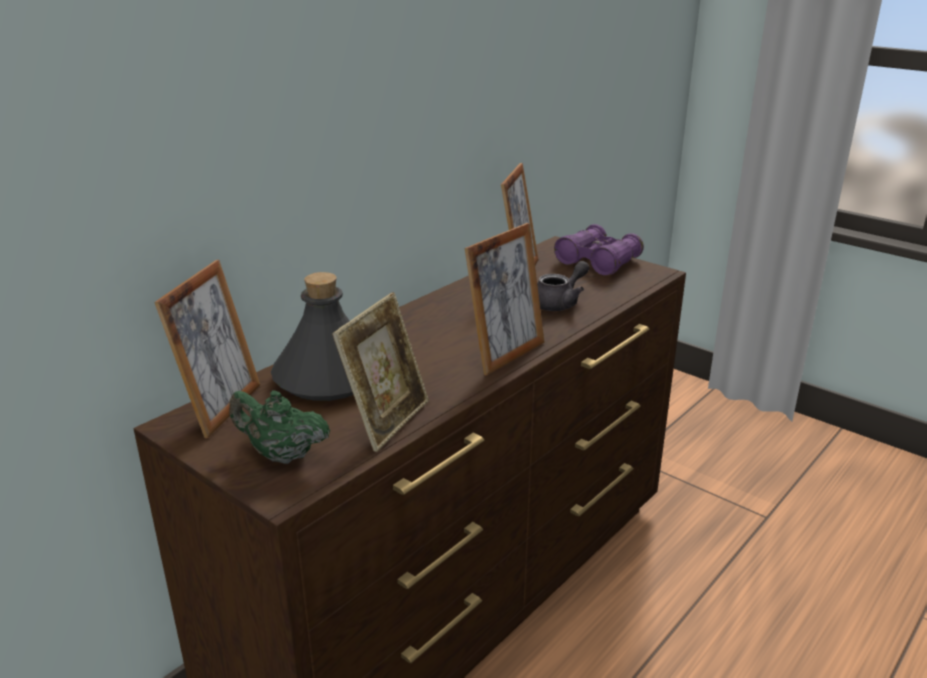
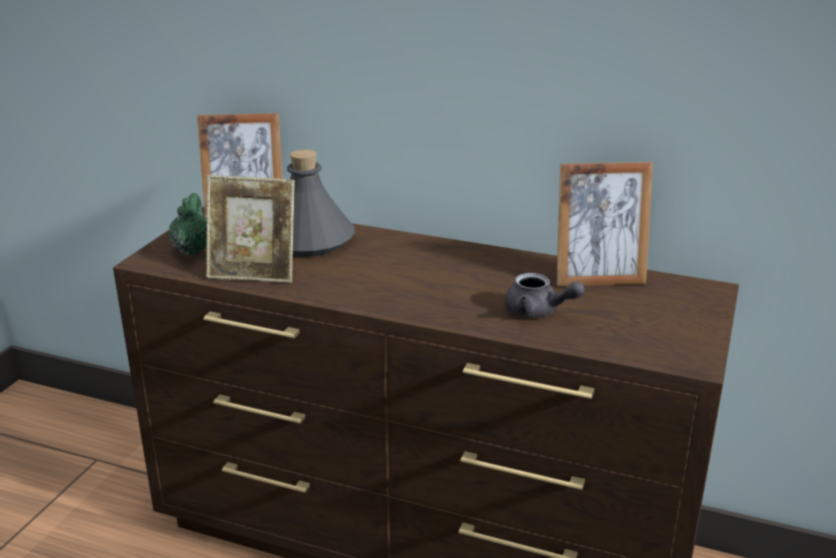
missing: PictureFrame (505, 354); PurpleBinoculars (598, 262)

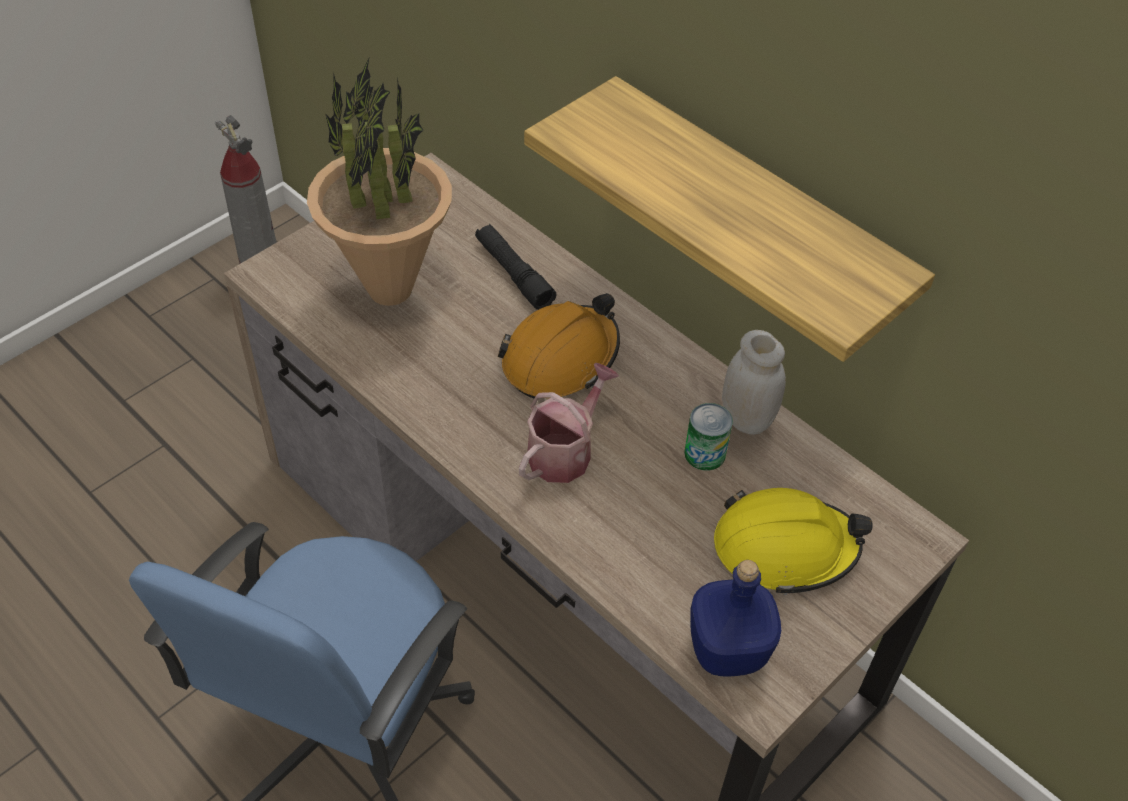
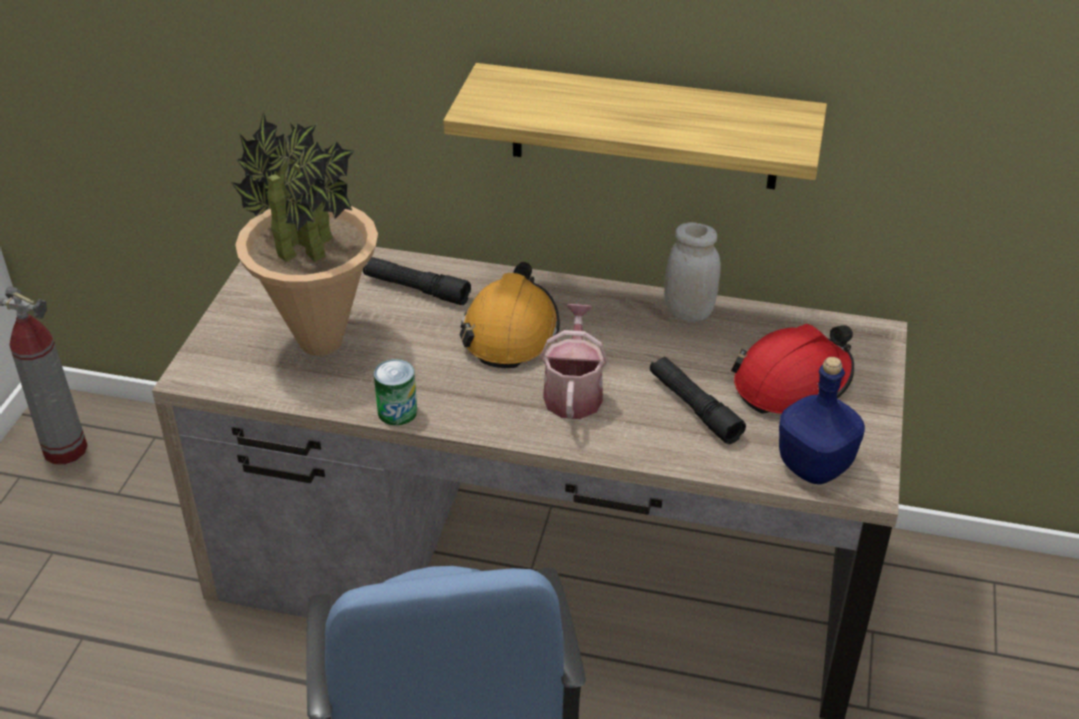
appeared: BlackFlashlight (694, 407)
relocated: Can (704, 453) to (397, 412)
colour: YellowHardHat (784, 548) to RedHardHat (792, 383)

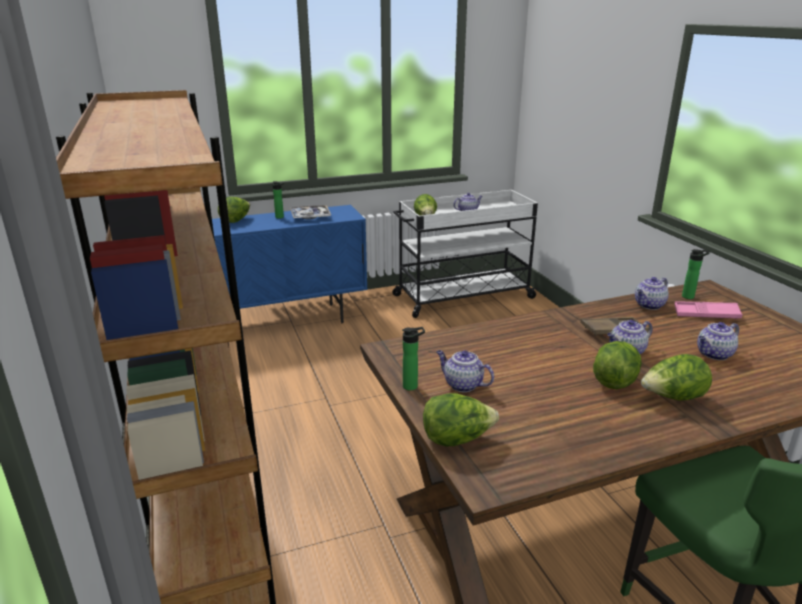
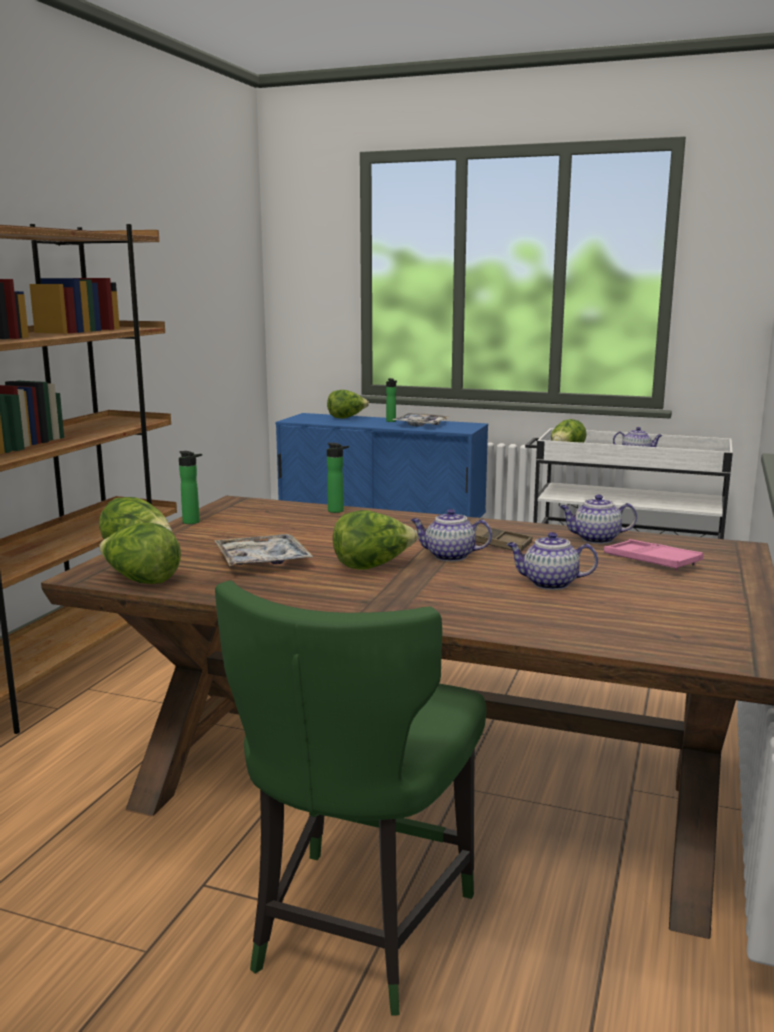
missing: Teapot (462, 385)
appeared: Tray (262, 560)
relocated: Bottle (689, 296) to (338, 511); Lettuce (672, 398) to (141, 581)

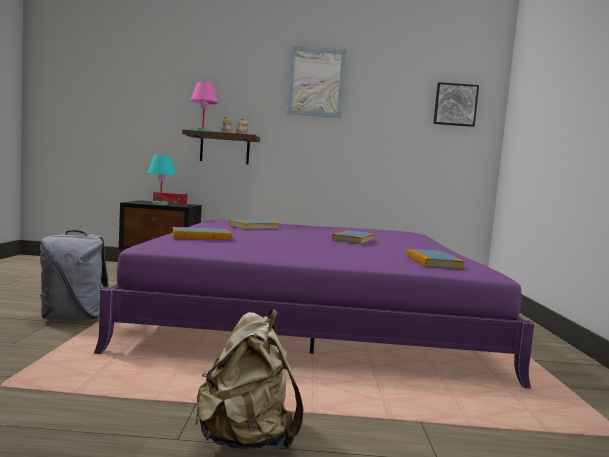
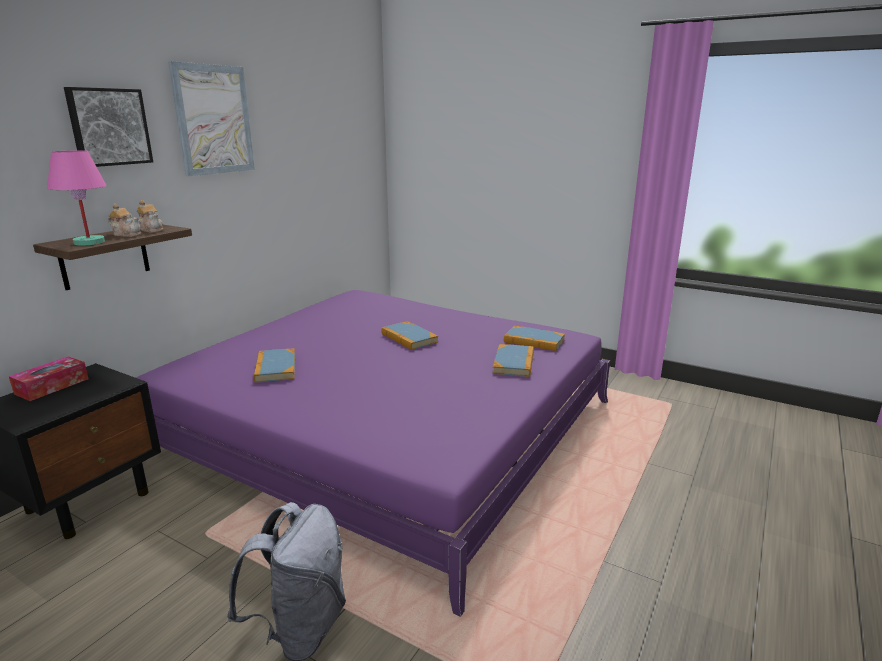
missing: TurquoiseTableLamp (160, 204); BeigeBackpack (247, 439)
relocated: Picture (455, 105) to (109, 127); Book (201, 237) to (514, 363)

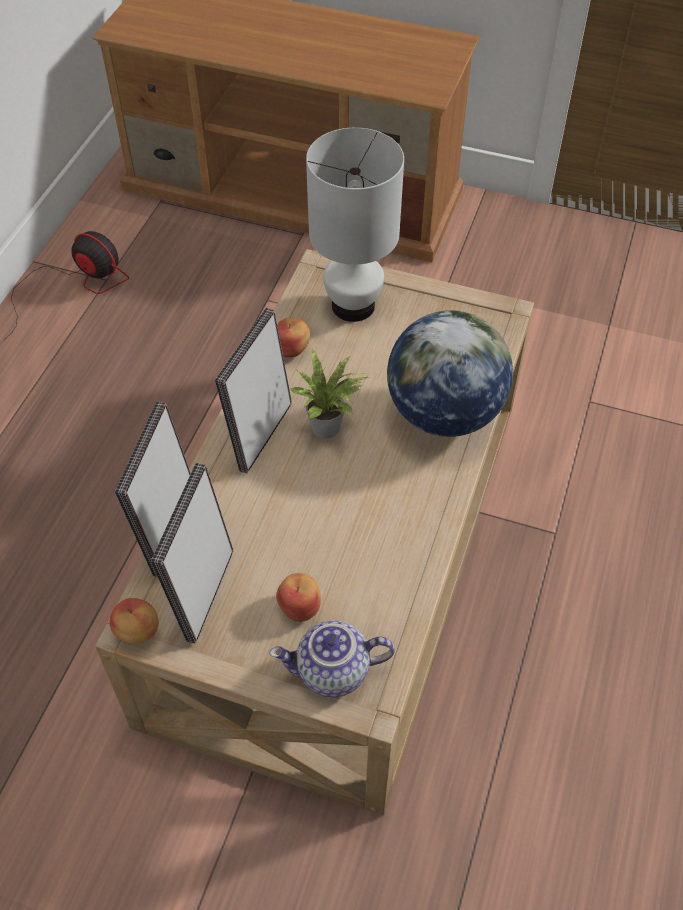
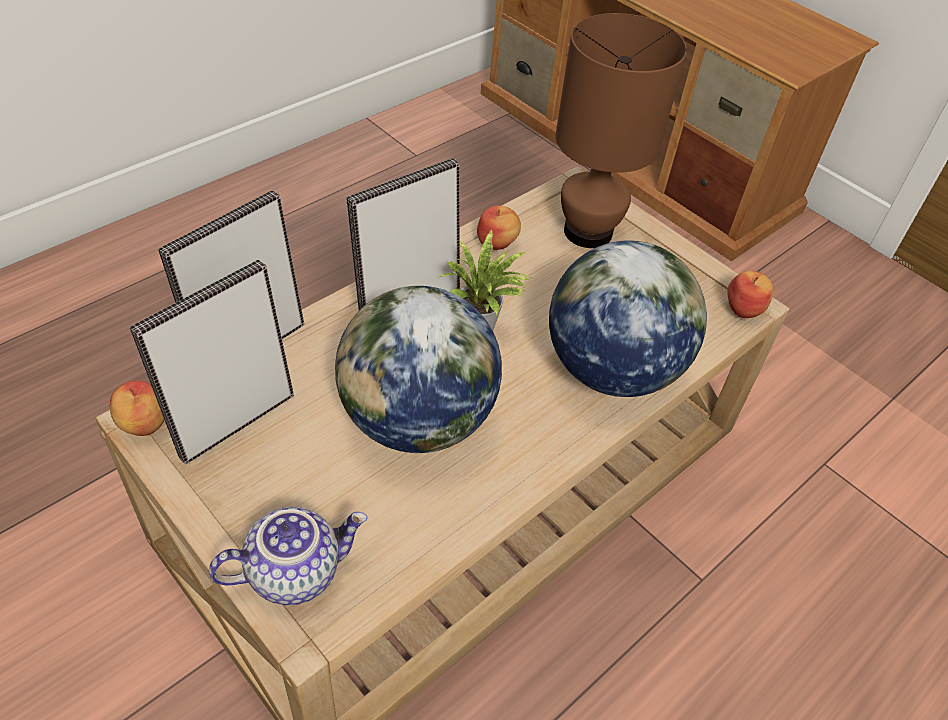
missing: Fan (75, 285)
appeared: Globe (417, 421)
relocated: Apple (300, 606) to (744, 308)
colour: WhiteTableLamp (354, 306) to BrownTableLamp (589, 232)
spun: Teapot (332, 672) = (294, 570) 135 degrees clockwise

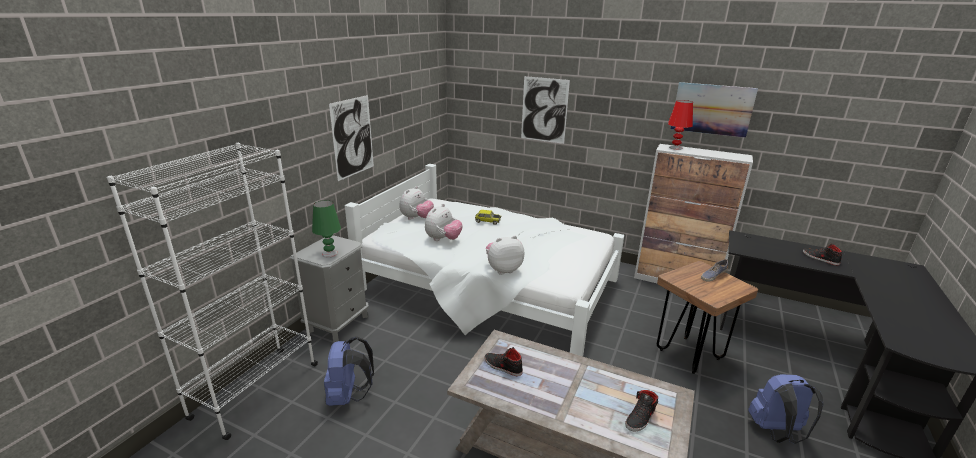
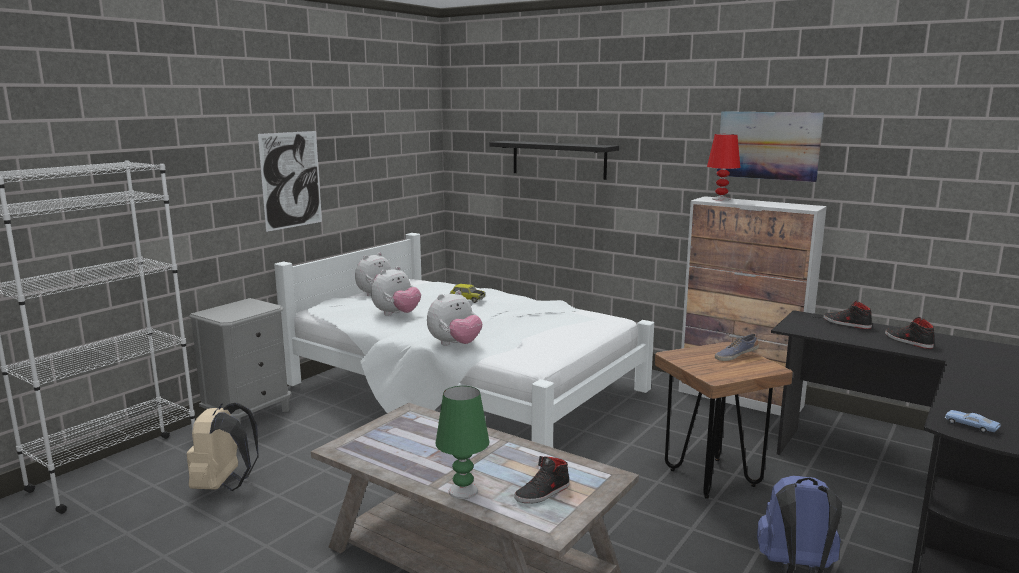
appeared: BlueToyCar (970, 426)
relocated: GreenTableLamp (330, 253) to (463, 490); BlackShoe (502, 366) to (846, 324)
exchanged: Picture (544, 110) to BlackShelf (558, 159)
colour: BlueBackpack (349, 396) to BeigeBackpack (224, 485)
spun: PlushToy (503, 269) = (455, 344) 150 degrees clockwise

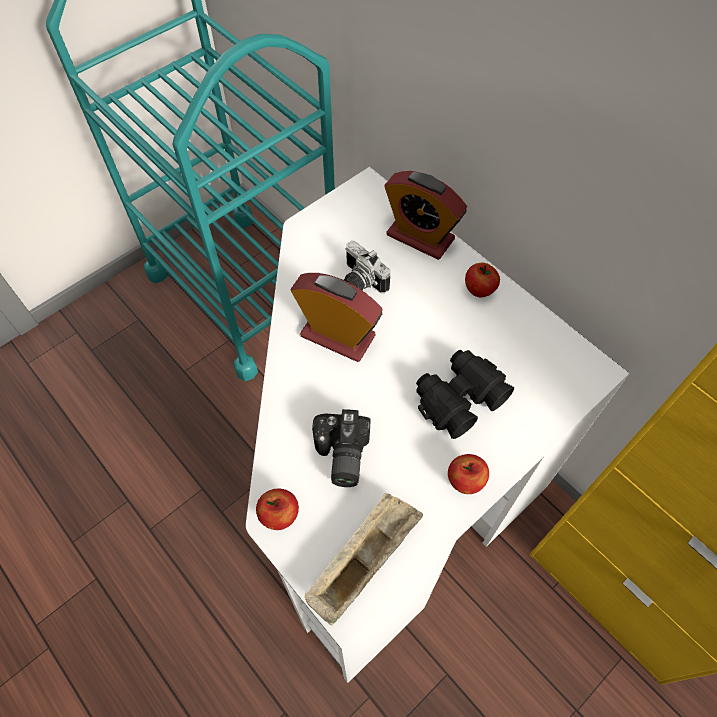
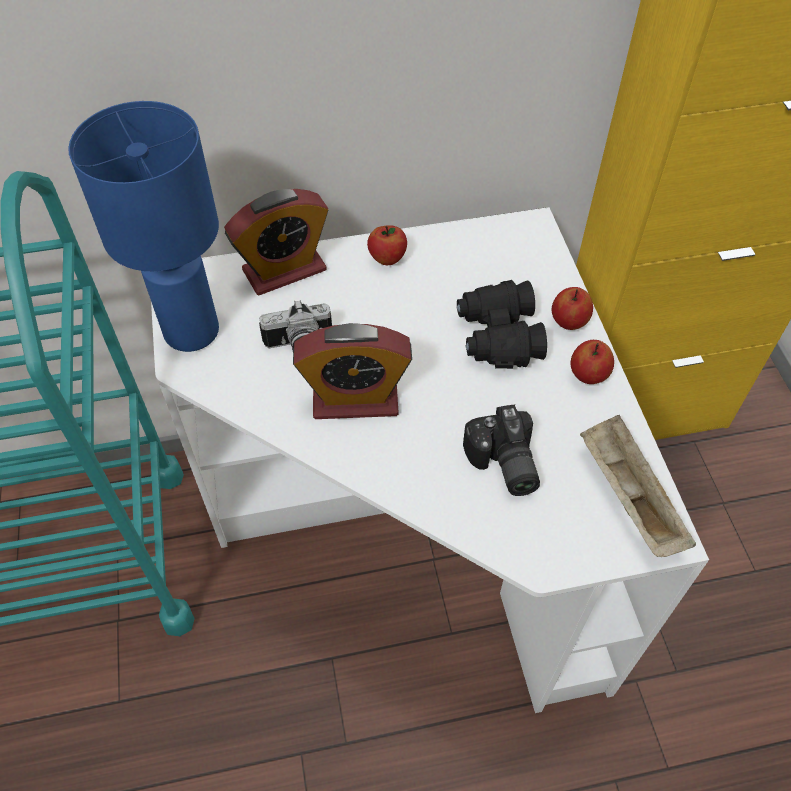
appeared: BlueTableLamp (193, 332)
relocated: Apple (279, 515) to (568, 322)
spun: AlarmClock (337, 336) = (355, 399) 150 degrees counterclockwise; PhotoCamera (340, 456) = (502, 465) 45 degrees clockwise

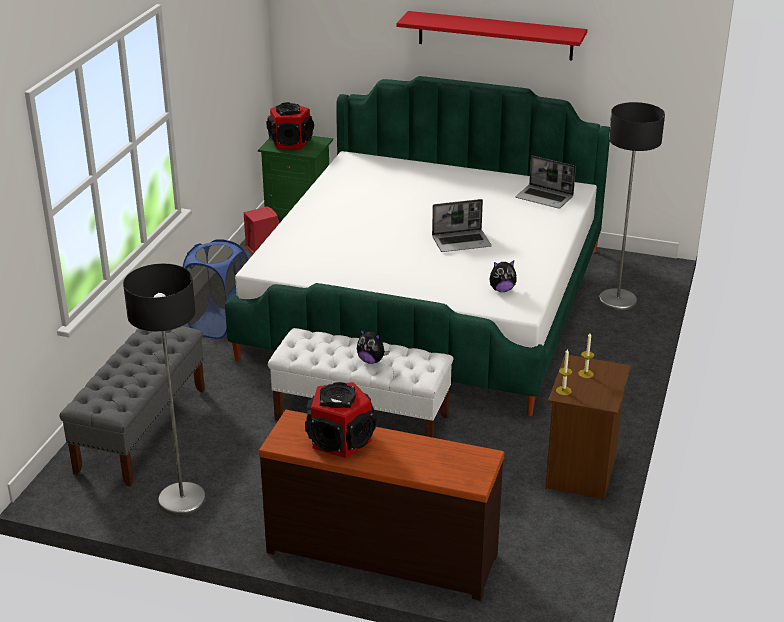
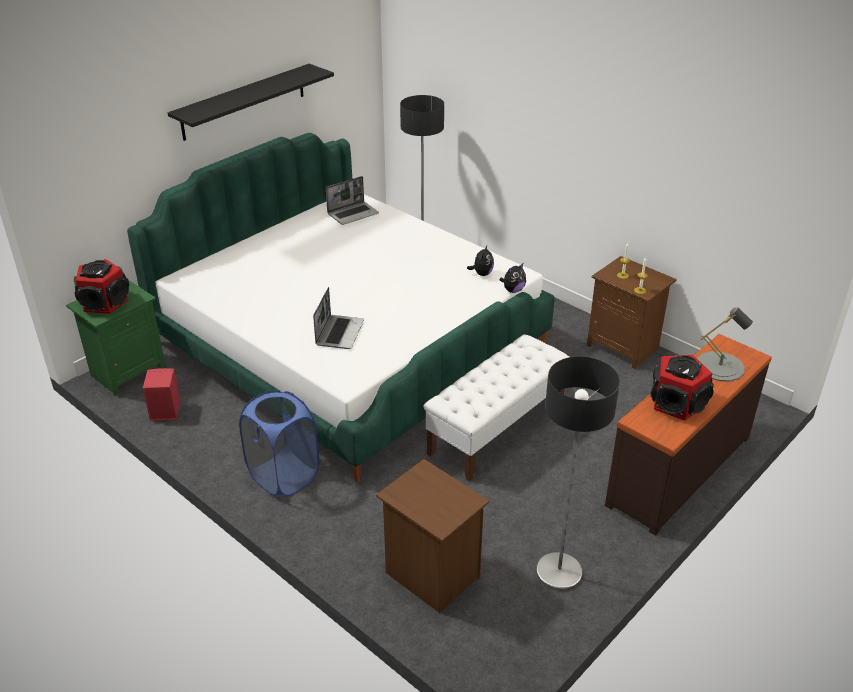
appeared: GreyTableLamp (720, 366)
relocated: Laptop (462, 242) to (339, 332); PlushToy (371, 361) to (513, 290)
exchanged: GreyBench (142, 429) to BrownNightstand (430, 576)
colour: RedShelf (495, 35) to BlackShelf (244, 102)

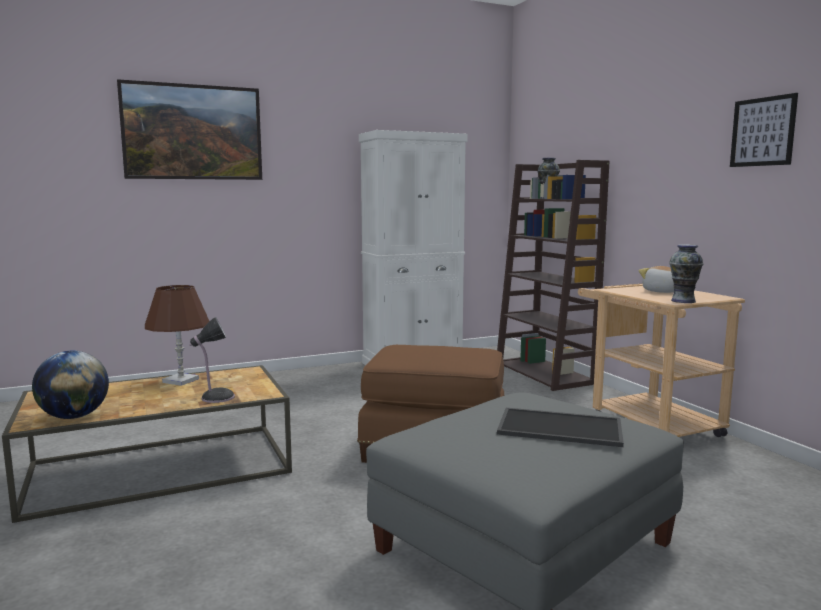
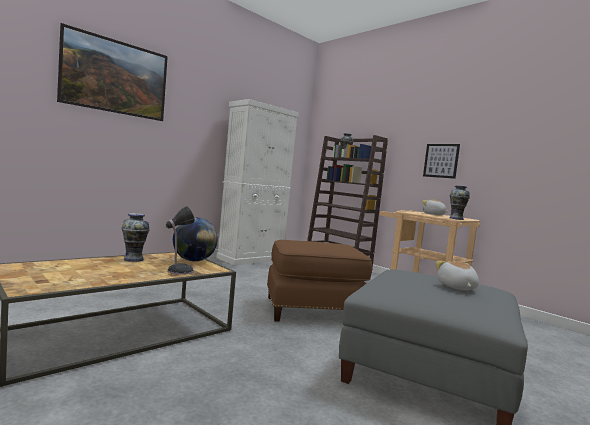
relocated: Picture (762, 132) to (441, 160); Globe (74, 417) to (193, 260)
exchanged: BrownTableLamp (181, 380) to Vase (133, 259); Tray (558, 428) to PlushToy (456, 287)

